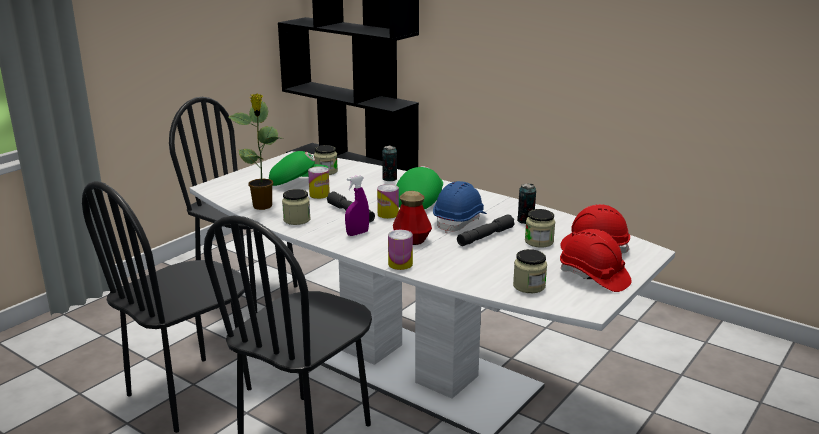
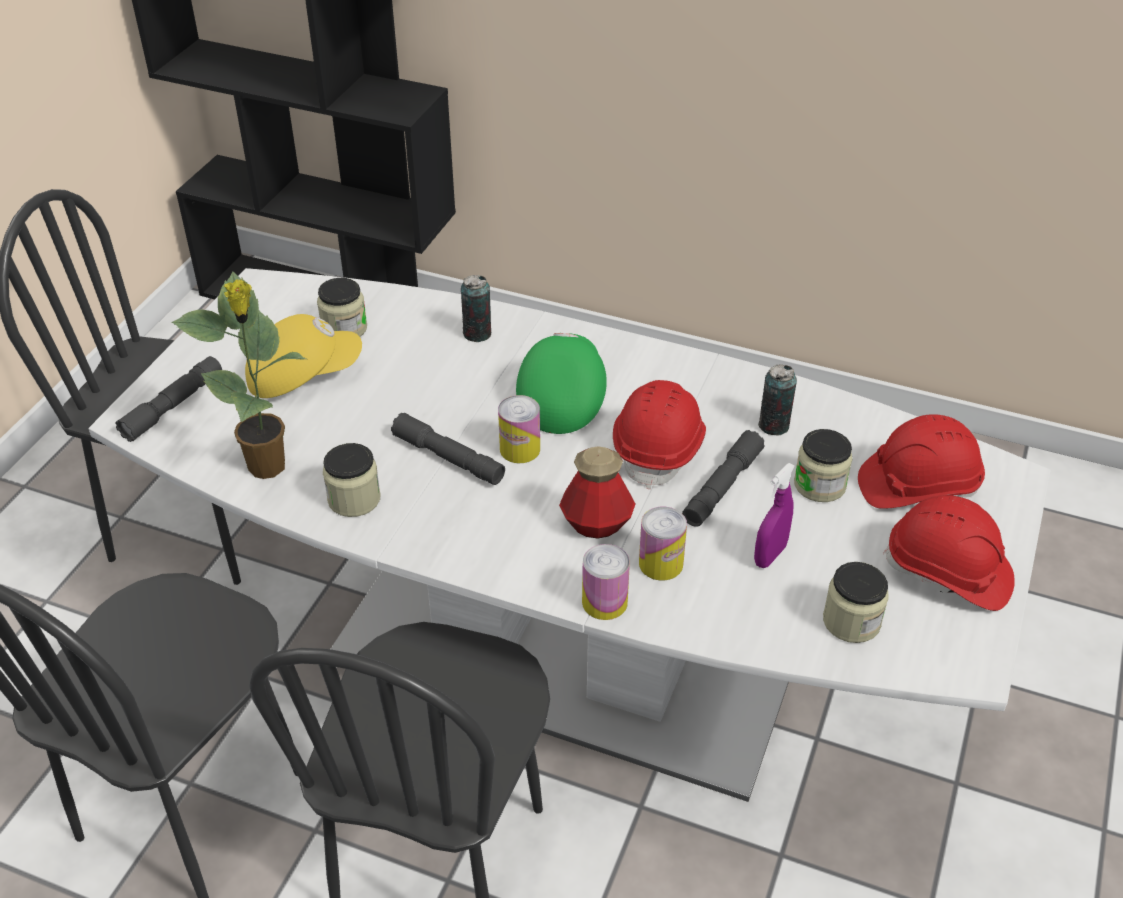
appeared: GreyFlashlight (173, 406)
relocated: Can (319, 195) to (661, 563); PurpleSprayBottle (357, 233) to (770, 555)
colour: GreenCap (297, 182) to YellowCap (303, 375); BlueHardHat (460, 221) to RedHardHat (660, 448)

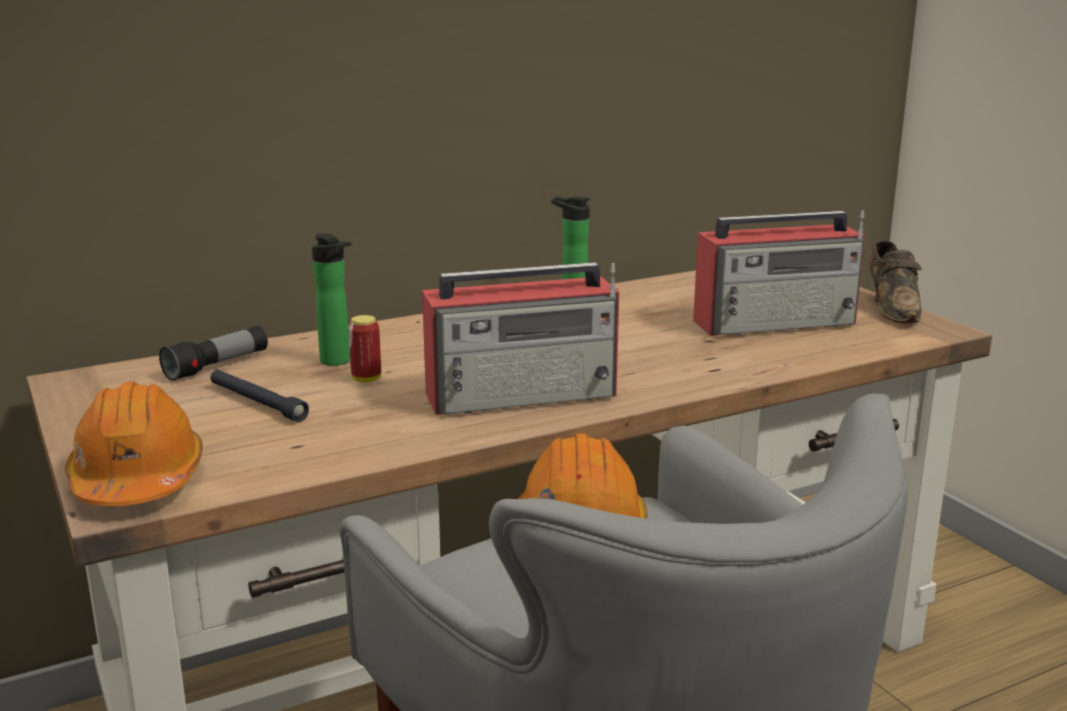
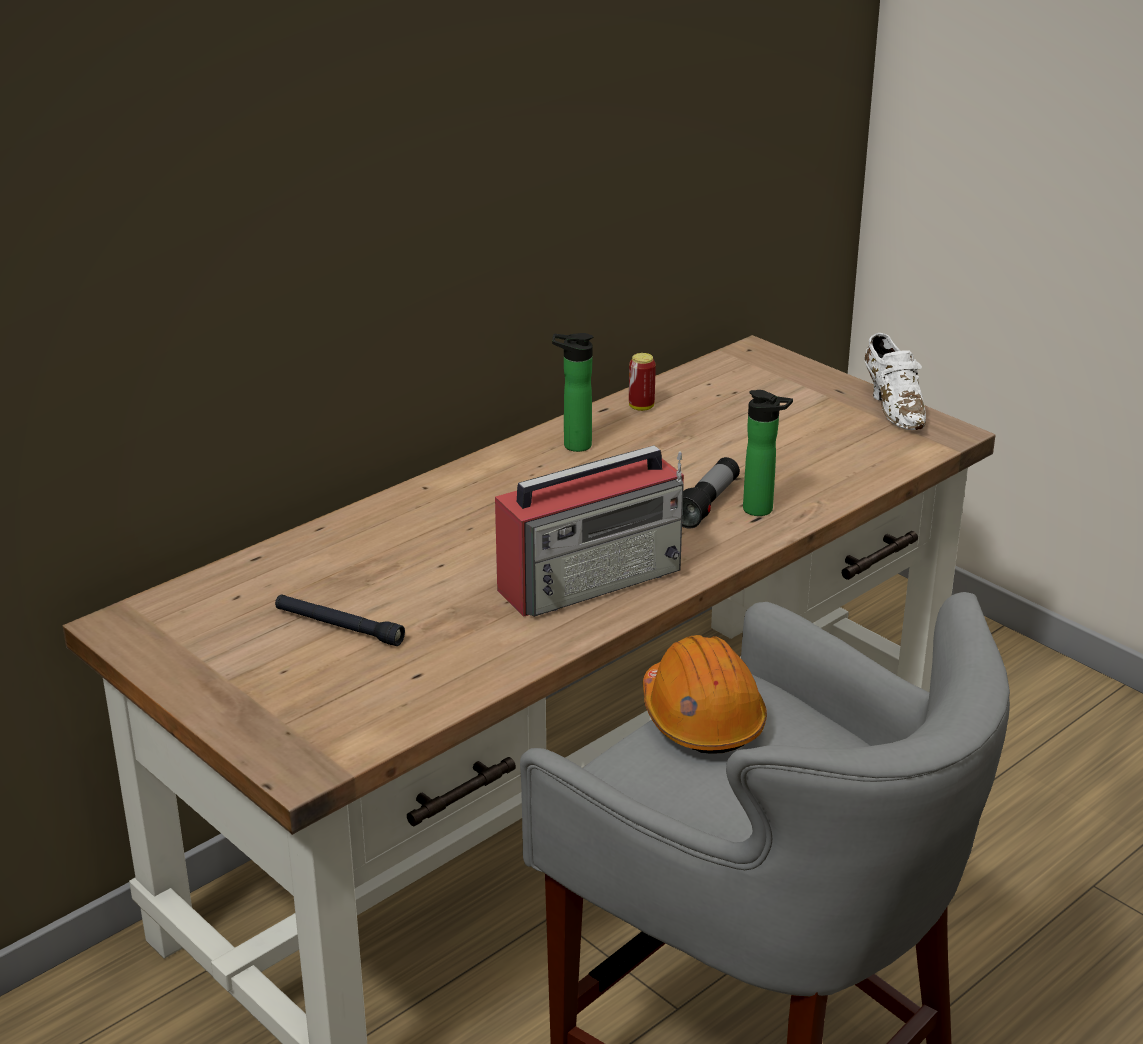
missing: Radio (777, 323); OrangeHardHat (137, 479)
relocated: Bottle (338, 362) to (762, 510); Can (366, 379) to (641, 407); Flashlight (217, 366) to (707, 505)
colour: BrownShoe (892, 309) to WhiteShoe (893, 407)

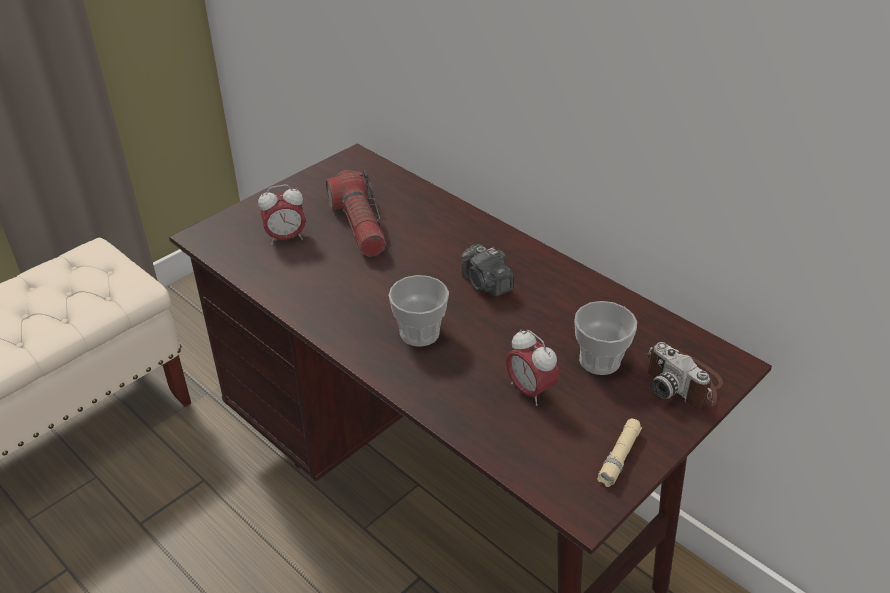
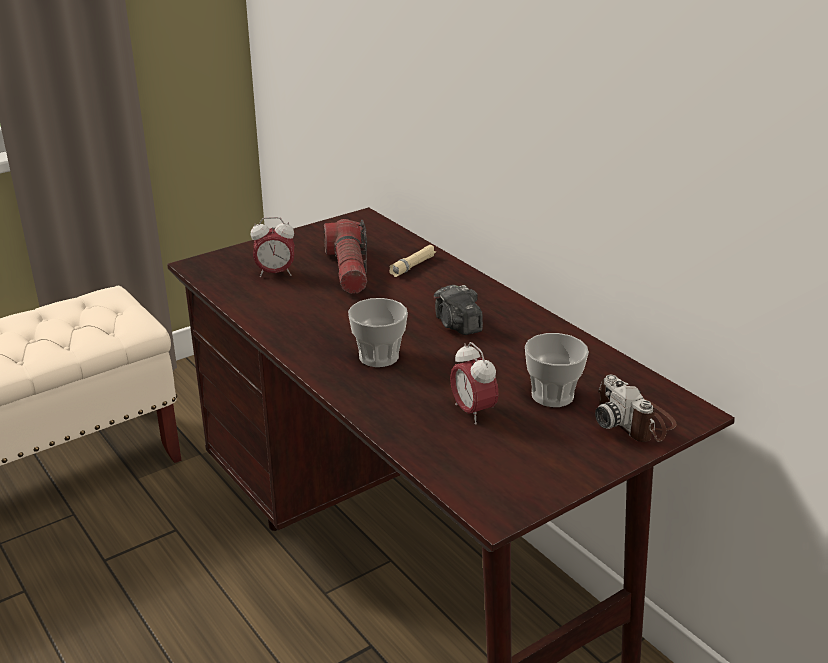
relocated: BeigeFlashlight (619, 457) to (413, 266)

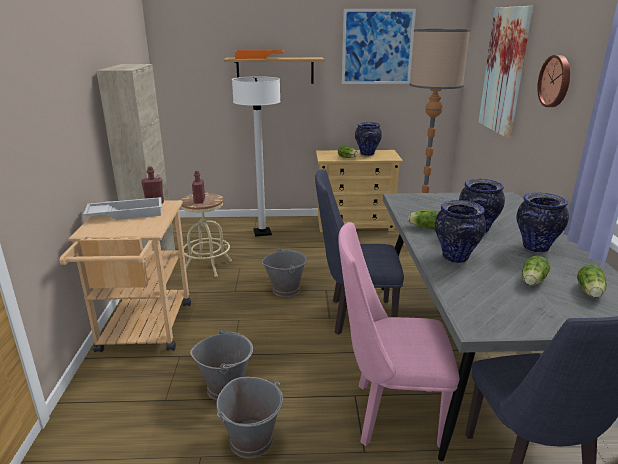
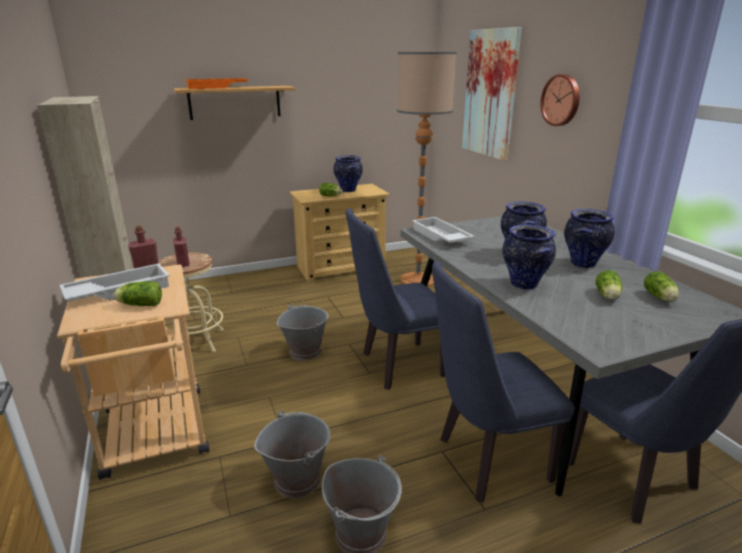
missing: Picture (377, 47); WhiteFloorLamp (262, 233)
appeared: WhiteTray (440, 236)
relocated: Lettuce (424, 227) to (139, 305)
colour: PinkChair (388, 414) to BlueChair (485, 461)

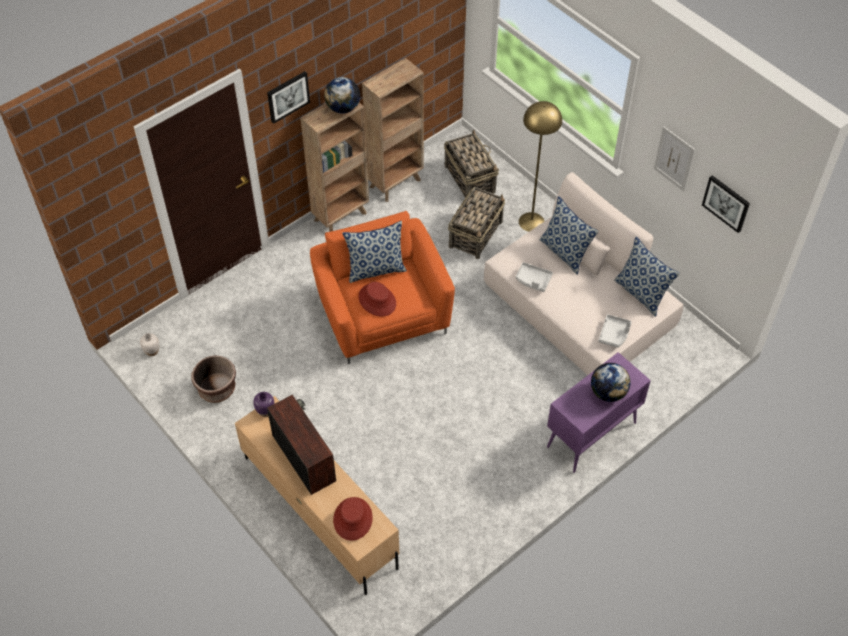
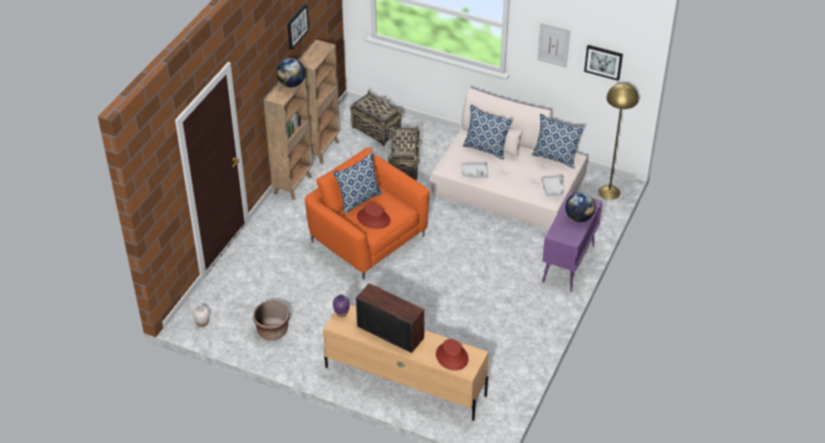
relocated: Picture (287, 96) to (297, 26); YellowFloorLamp (531, 222) to (609, 192)

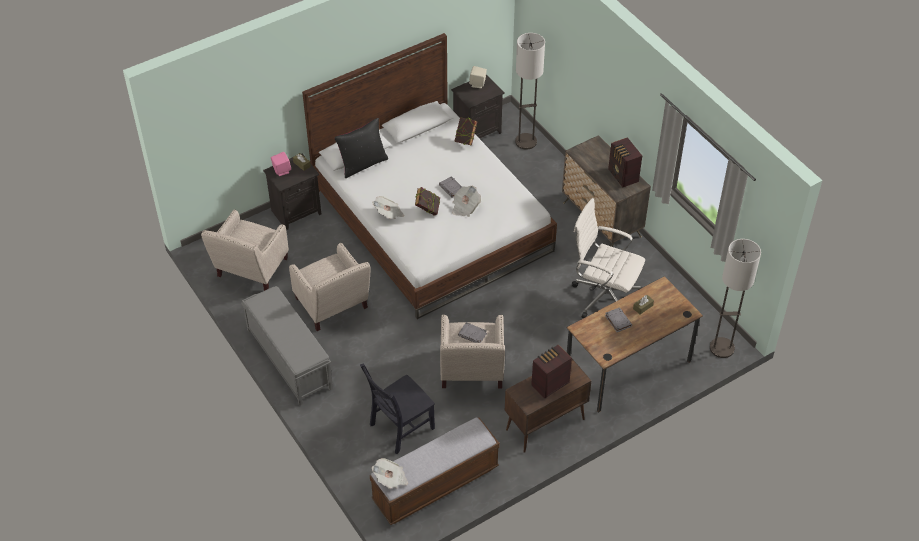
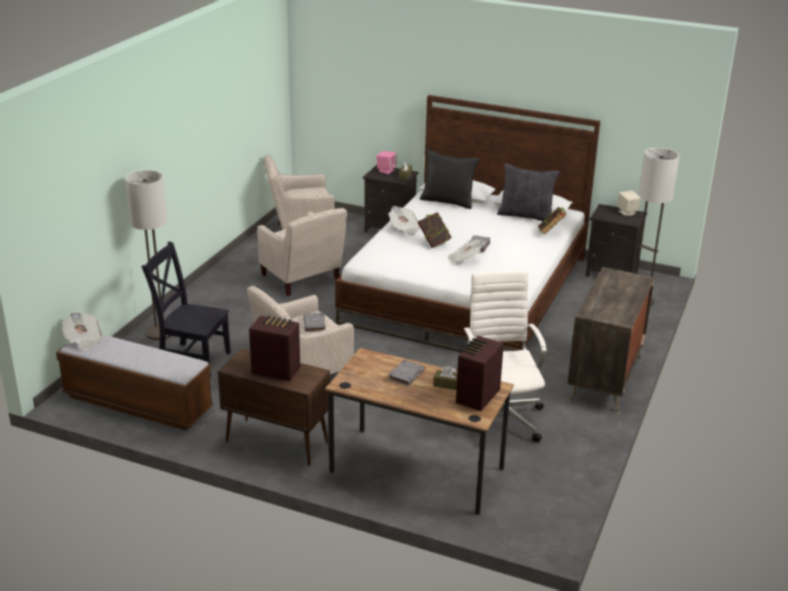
missing: GreyBench (289, 358)
appeared: BlackPillow (526, 215)
relocated: Radio (623, 176) to (476, 397); FloorLamp (721, 348) to (159, 332)
spun: BeigeArmchair (332, 307) = (302, 279) 60 degrees counterclockwise

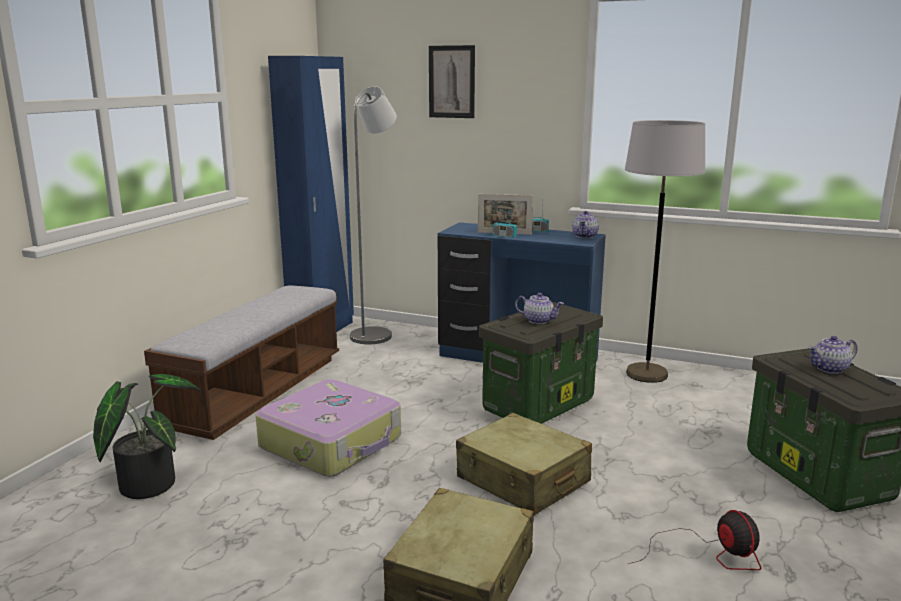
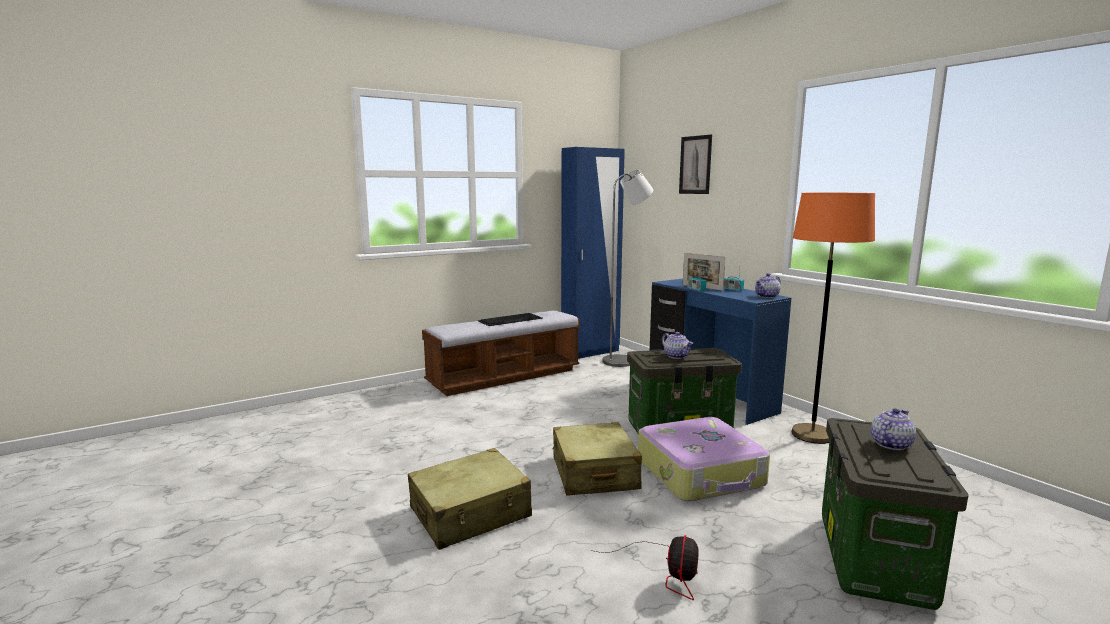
missing: PottedPlant (147, 482)
appeared: Keyboard (510, 319)
relocated: Suitcase (332, 443) to (701, 473)
colour: GreyFloorLamp (647, 374) to OrangeFloorLamp (812, 435)
spun: Teapot (829, 369) = (890, 444) 120 degrees clockwise

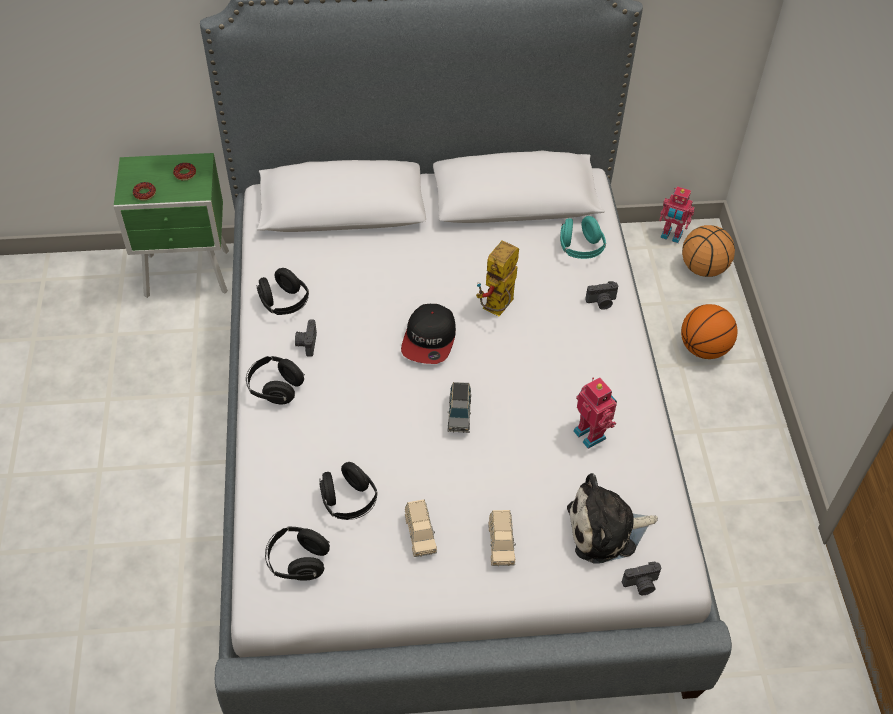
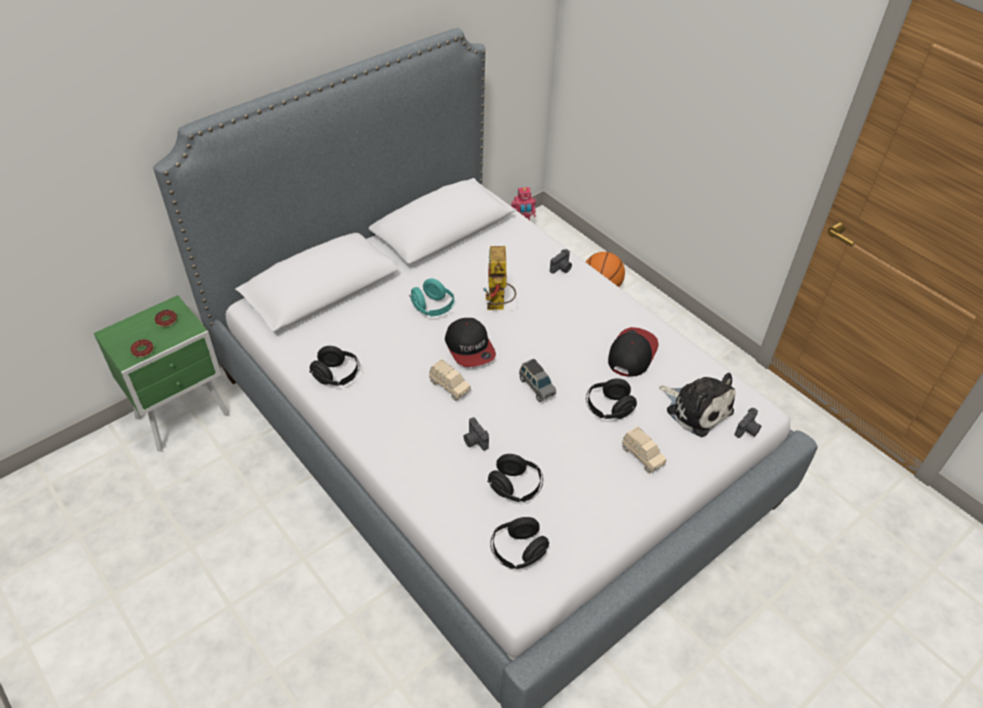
missing: Basketball (704, 268)
relocated: TurquoiseHeadphones (580, 249) to (433, 308); PhotoCamera (306, 343) to (474, 441); BlackHeadphones (275, 388) to (608, 408); BeigeToyCar (420, 534) to (449, 386)
exchanged: ToyRobot (591, 433) to Cap (631, 353)
spun: PlushToy (606, 530) = (696, 408) 90 degrees counterclockwise

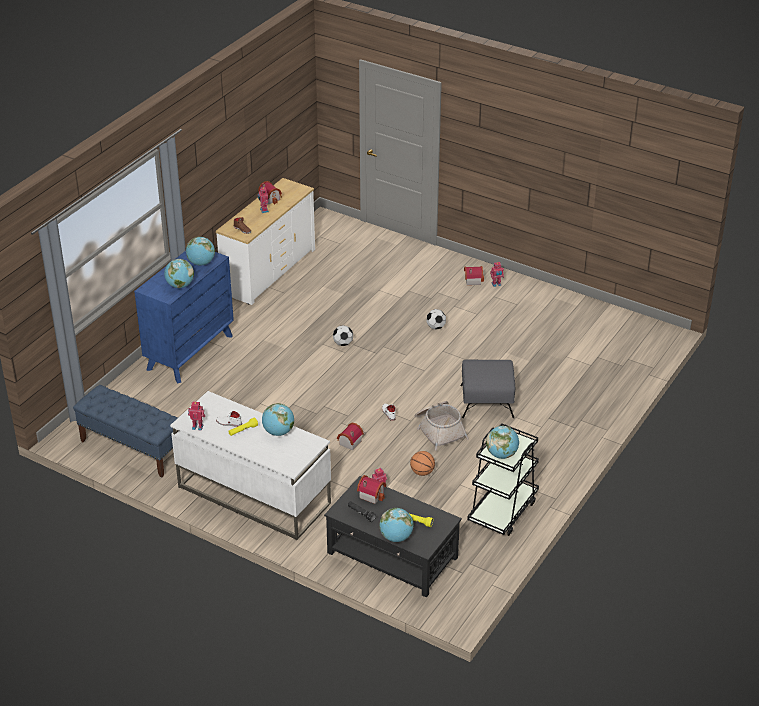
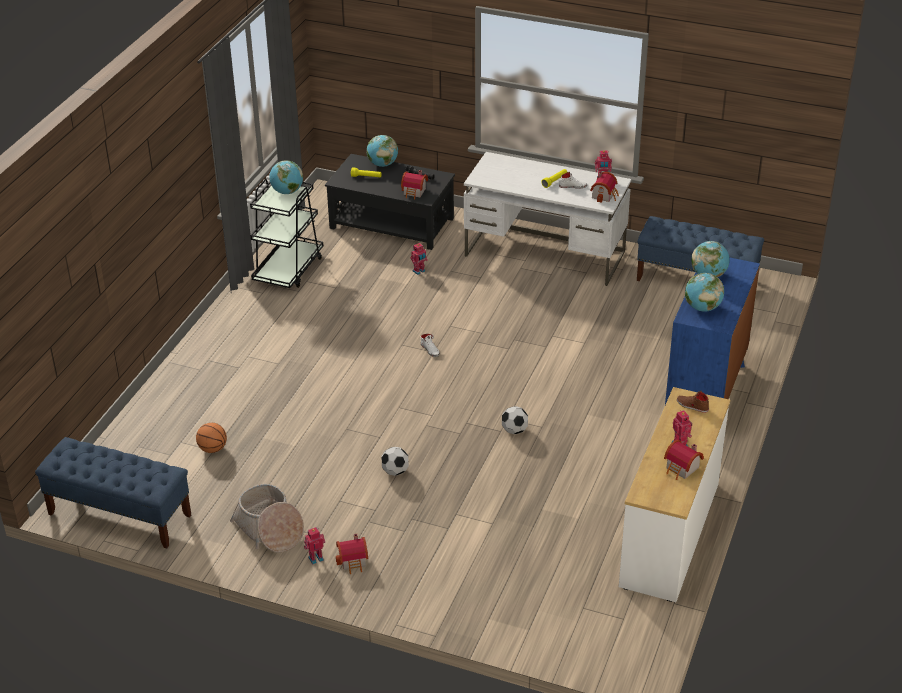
missing: GreyOttoman (487, 401); Globe (278, 432)
appeared: BlueBench (119, 514)
relocated: Basket (439, 430) to (269, 529); ToyHouse (348, 442) to (605, 195); Basketball (422, 472) to (212, 449)

